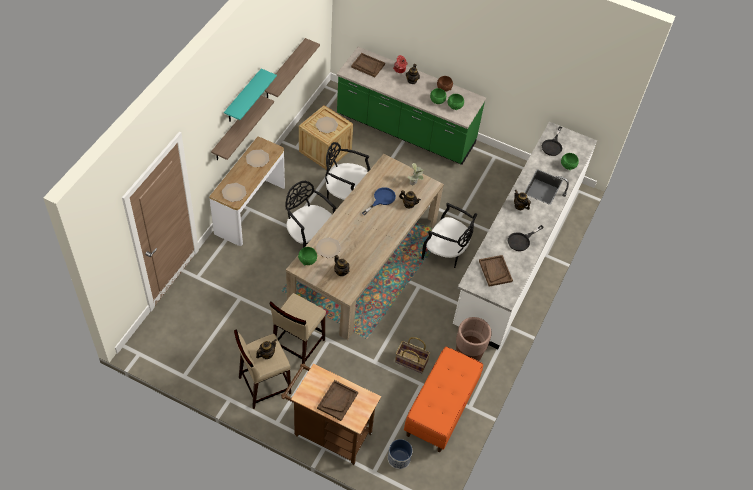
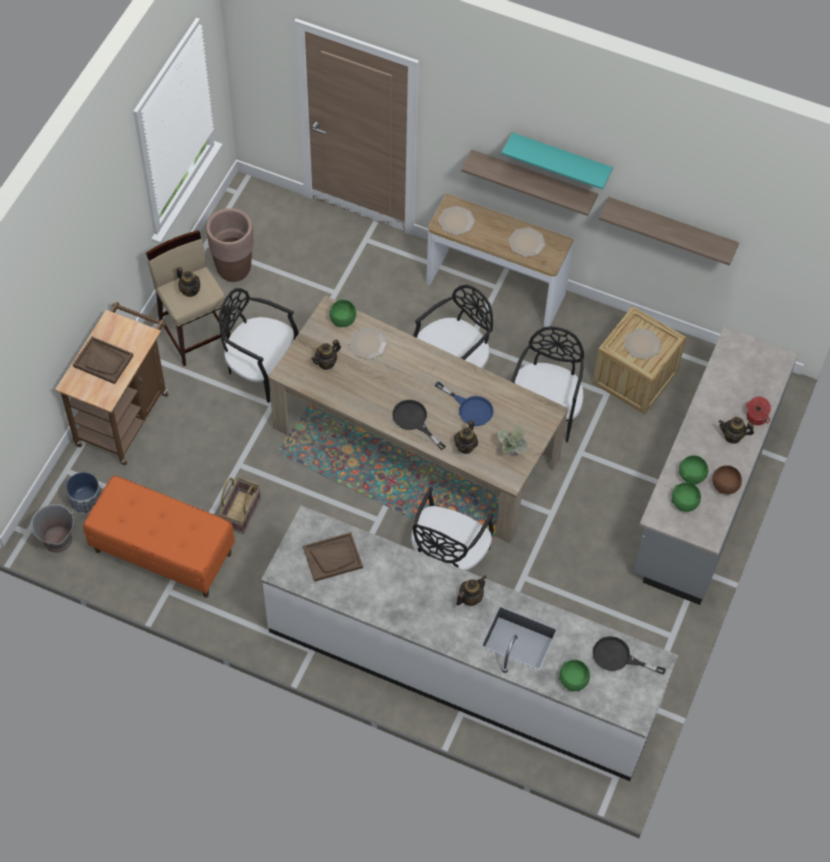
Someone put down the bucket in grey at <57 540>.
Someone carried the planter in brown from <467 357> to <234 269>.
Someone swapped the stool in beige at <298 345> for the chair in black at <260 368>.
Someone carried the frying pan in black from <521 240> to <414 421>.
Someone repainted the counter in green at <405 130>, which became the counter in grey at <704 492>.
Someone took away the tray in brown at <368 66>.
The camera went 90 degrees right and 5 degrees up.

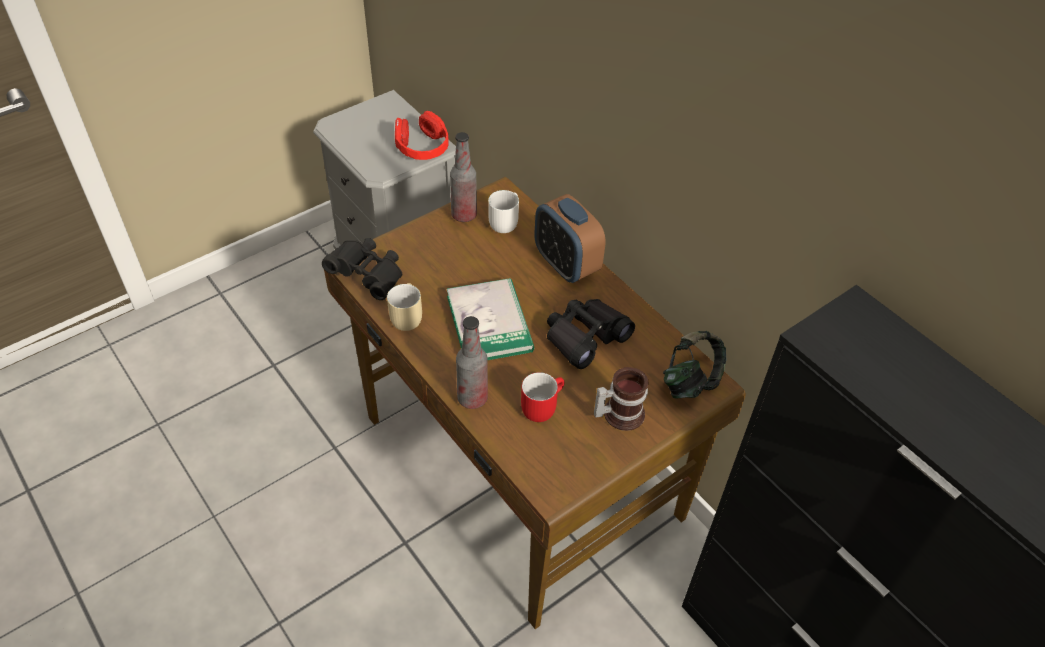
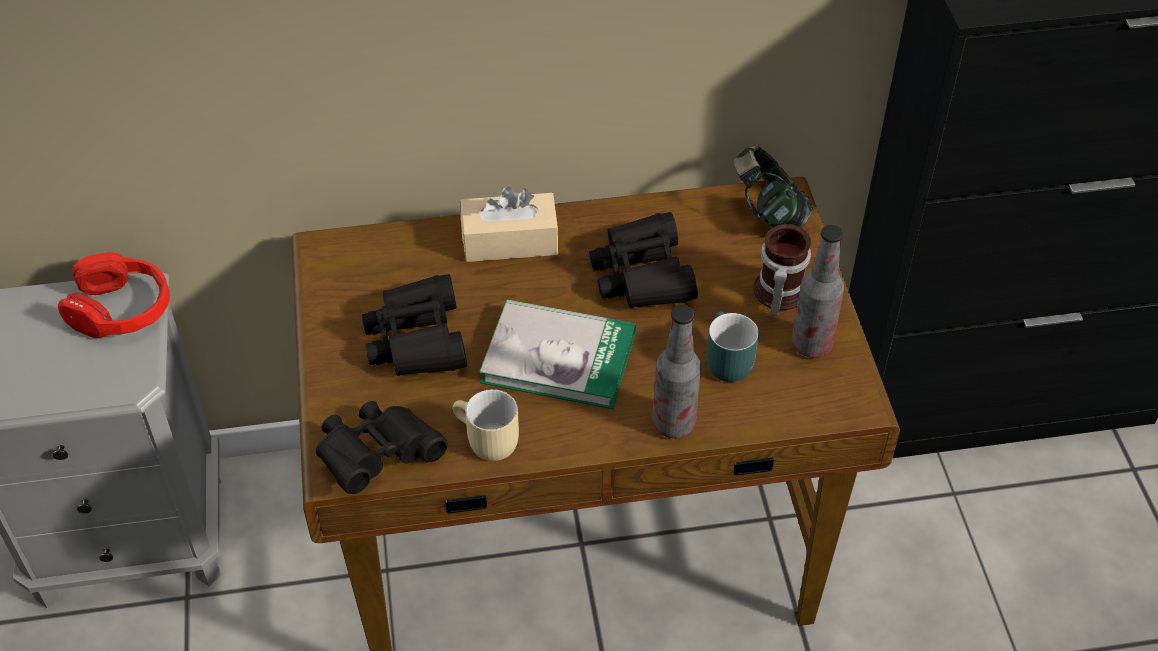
Someone put down the binoculars in black at <417 339>.
Someone swapped the alarm clock at <566 265> for the tissue box in beige at <510 241>.
Someone repainted the mug in red at <540 405>, which became the mug in turquoise at <723 361>.
Someone carried the bottle from <464 215> to <811 344>.
Someone took away the mug in white at <503 221>.
The camera went 60 degrees left and 0 degrees up.

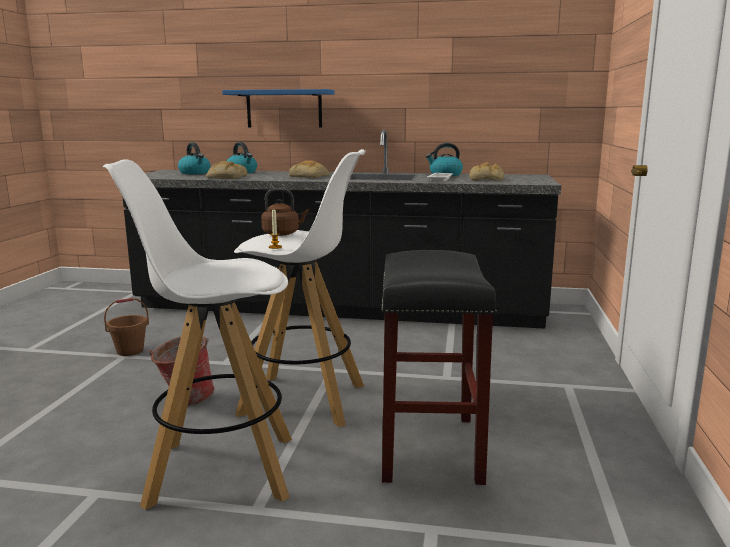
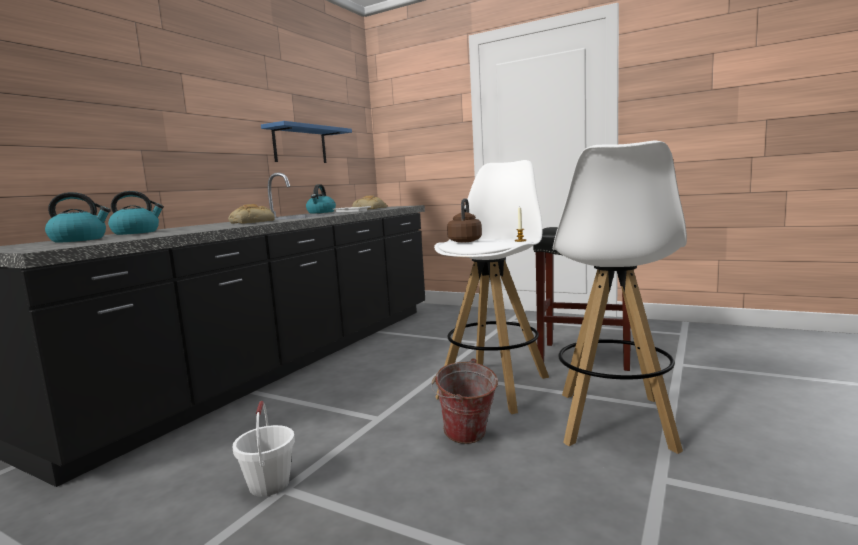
Someone repainted the bucket in brown at <130 351>, which became the bucket in white at <269 484>.
Someone carried the shelf in blue from <284 109> to <300 145>.
Someone took away the bread at <226 177>.
The camera went 70 degrees left and 5 degrees down.

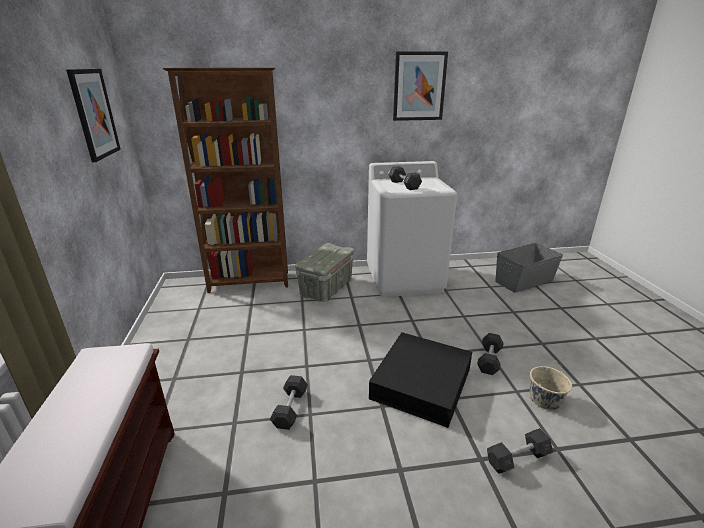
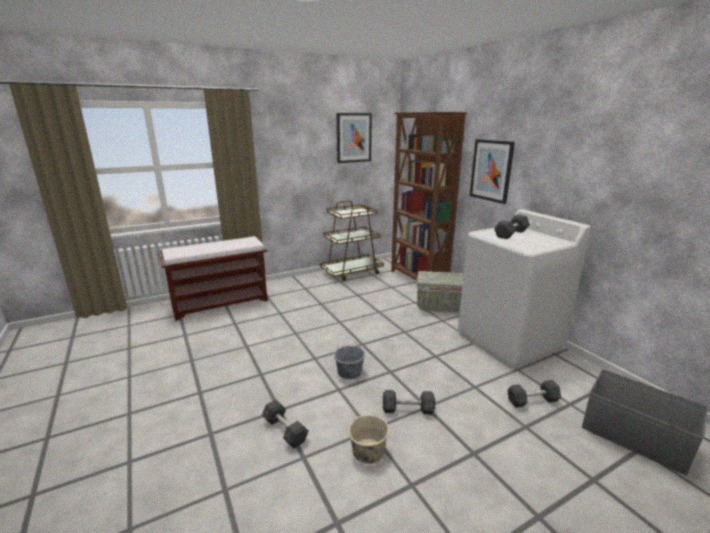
Someone put down the cart in brown at <352 272>.
Someone swapped the storage box in black at <421 383> for the bucket in grey at <349 372>.
Someone carried the picture from <419 86> to <491 170>.
Someone carried the dumbbell in grey from <290 409> to <532 401>.
The camera went 70 degrees right and 5 degrees down.

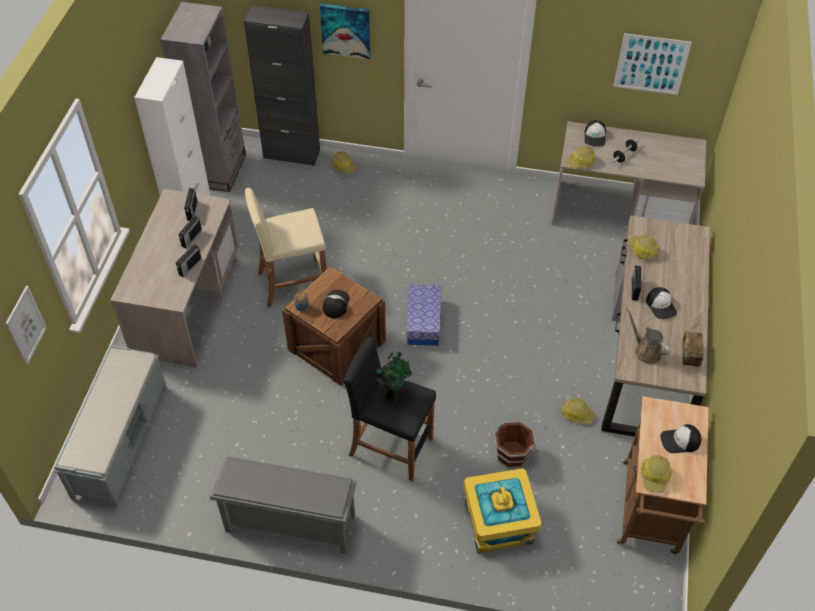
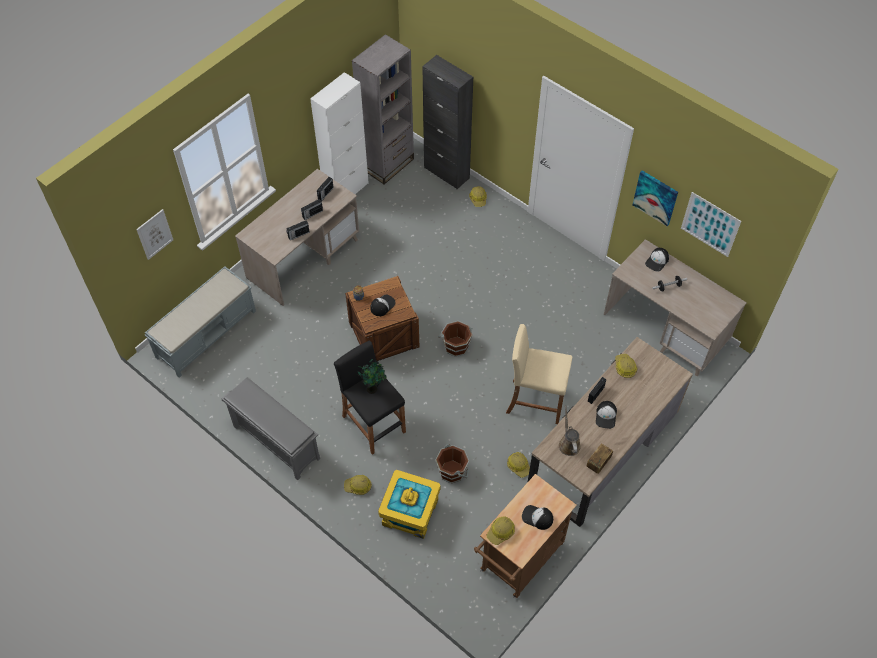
Someone carried the hard hat from <581 162> to <358 486>.
Someone swapped the storage box at <423 322> for the bucket in brown at <456 346>.
Someone carried the stool in beige from <292 283> to <535 401>.
Someone carried the picture from <346 30> to <655 197>.
The camera went 30 degrees right and 5 degrees up.

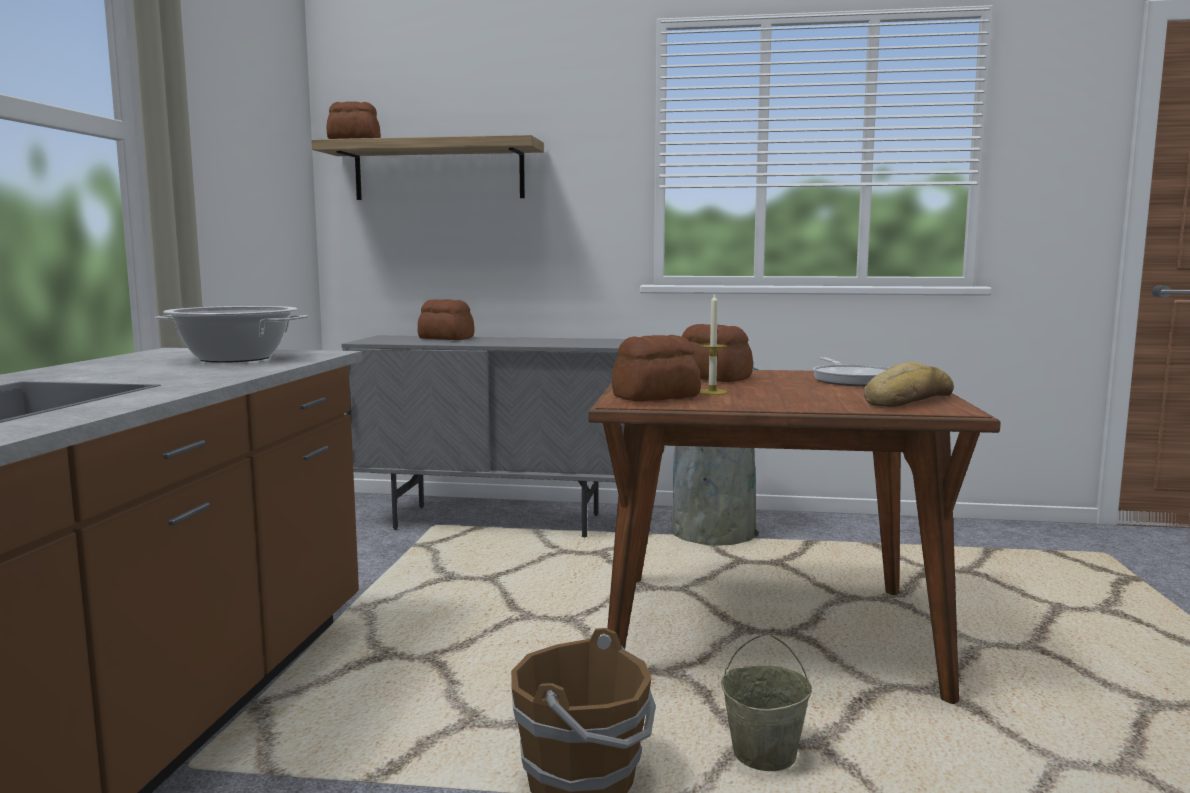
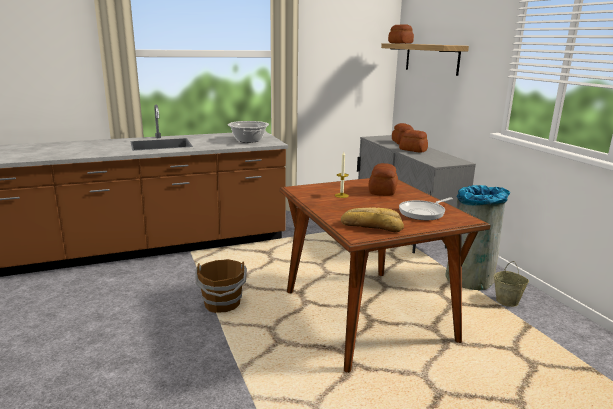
Someone carried the bread from <654 397> to <413 150>.
Someone carried the bucket in beige from <765 755> to <507 301>.
The camera went 60 degrees right and 10 degrees up.

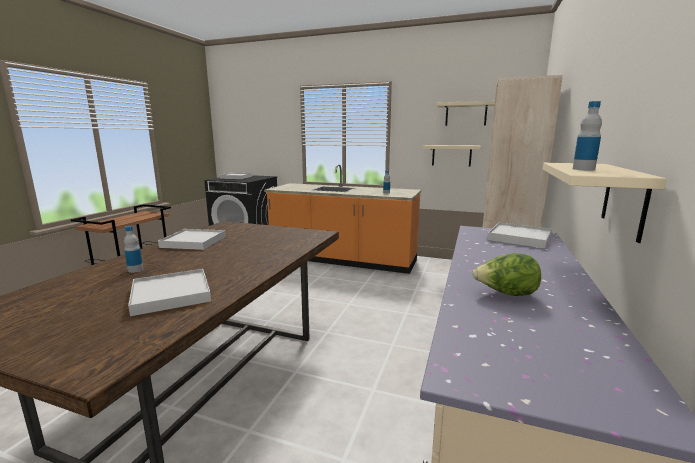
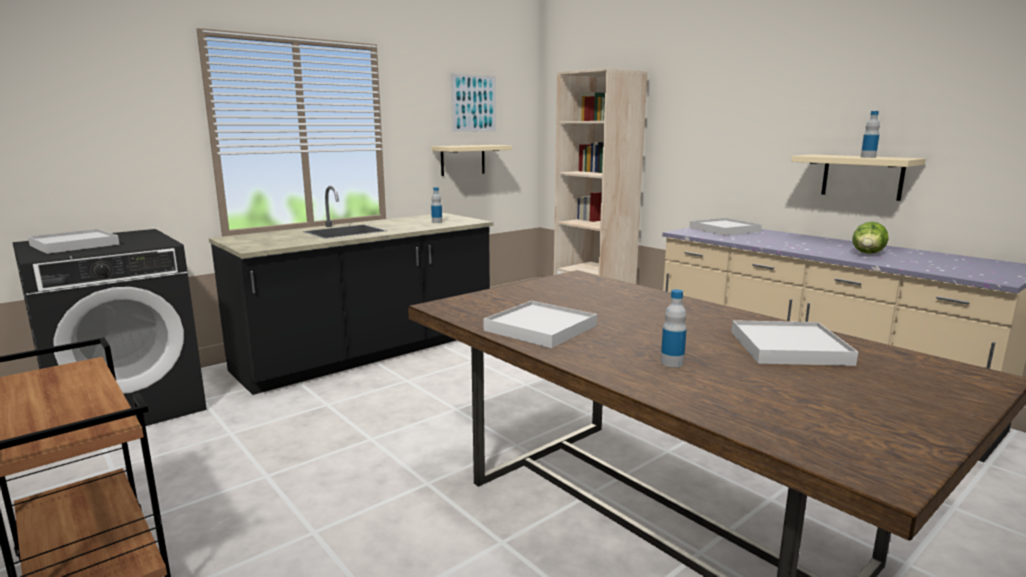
Someone repainted the counter in orange at <343 260>, which became the counter in black at <369 352>.
Someone swapped the shelf in beige at <466 114> for the picture at <474 103>.
The camera went 60 degrees left and 0 degrees up.

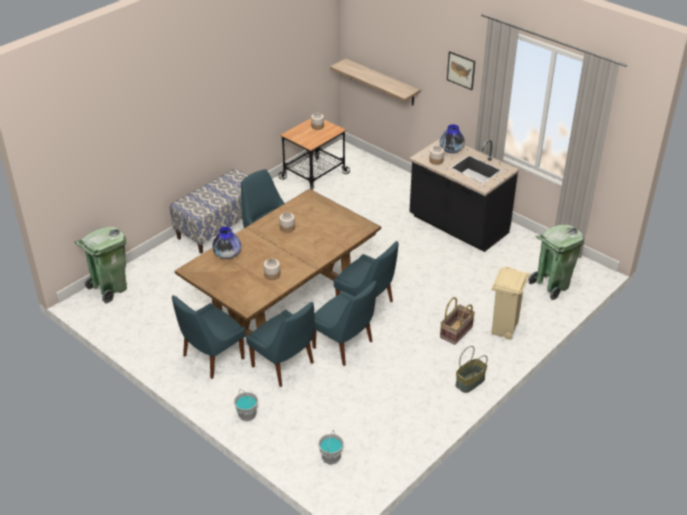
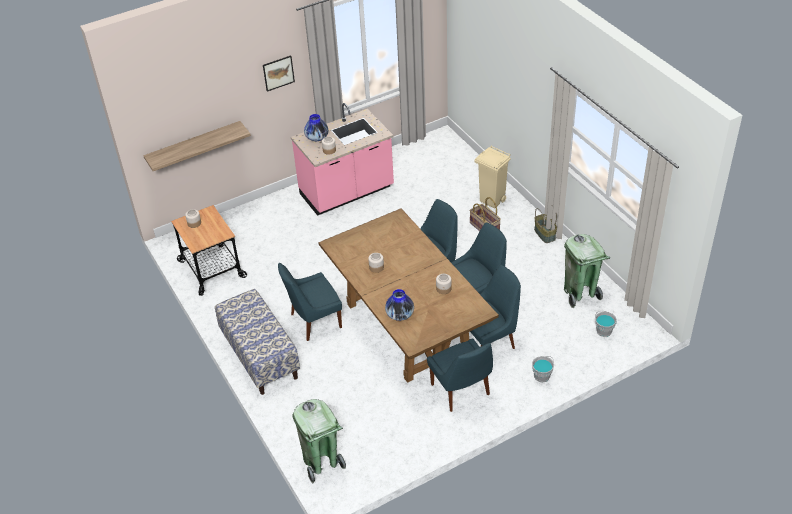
Someone repainted the counter in black at <458 226>, which became the counter in pink at <347 192>.
Someone carried the trash can in green from <551 285> to <580 293>.
The camera went 70 degrees left and 5 degrees up.

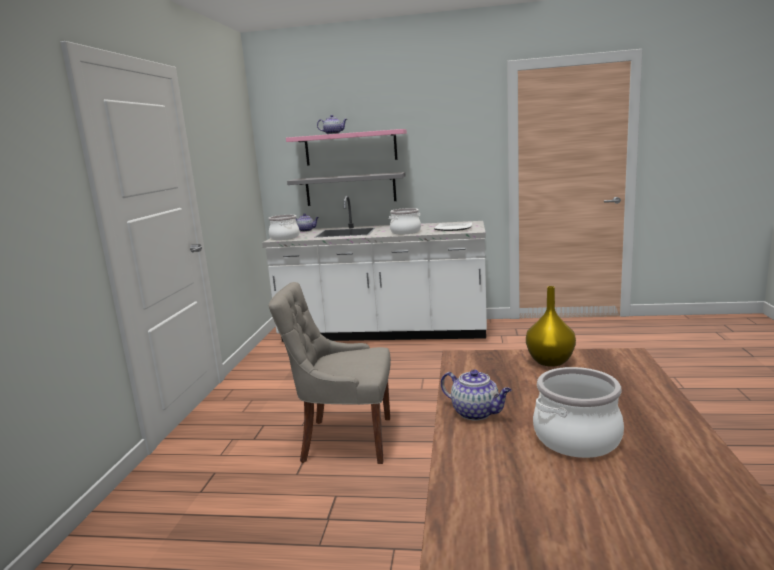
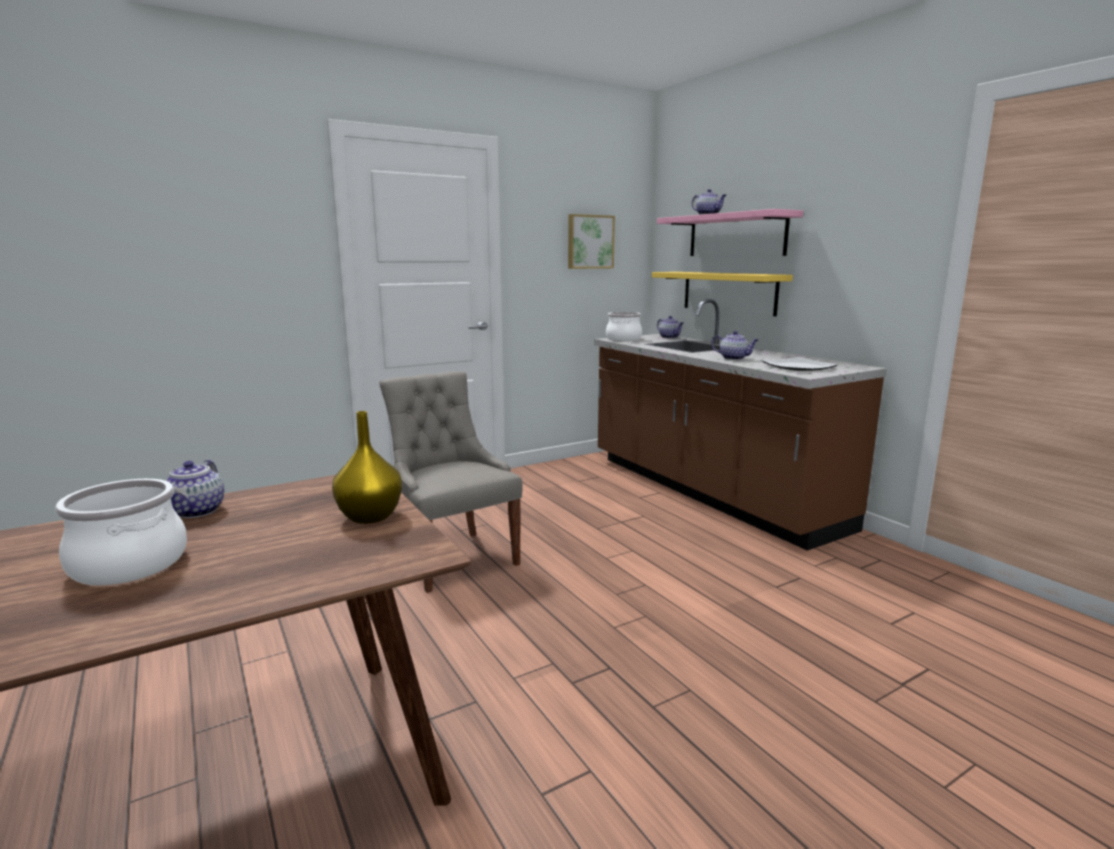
Someone put up the picture at <589 242>.
Someone repainted the counter in white at <383 333>, which became the counter in brown at <708 492>.
Someone repainted the shelf in grey at <350 189>, which became the shelf in yellow at <728 292>.
Someone swapped the cooking pot at <405 232> for the teapot at <734 358>.
The camera went 50 degrees right and 0 degrees up.

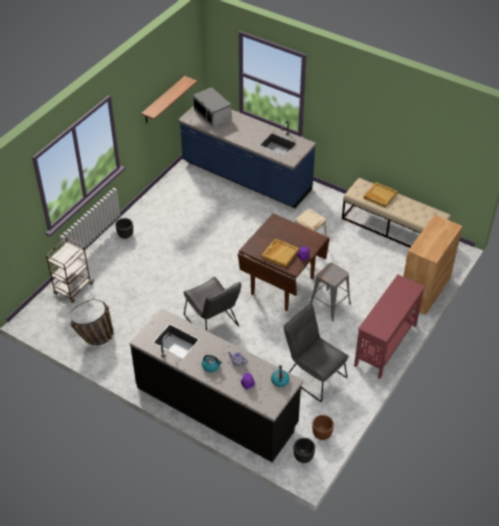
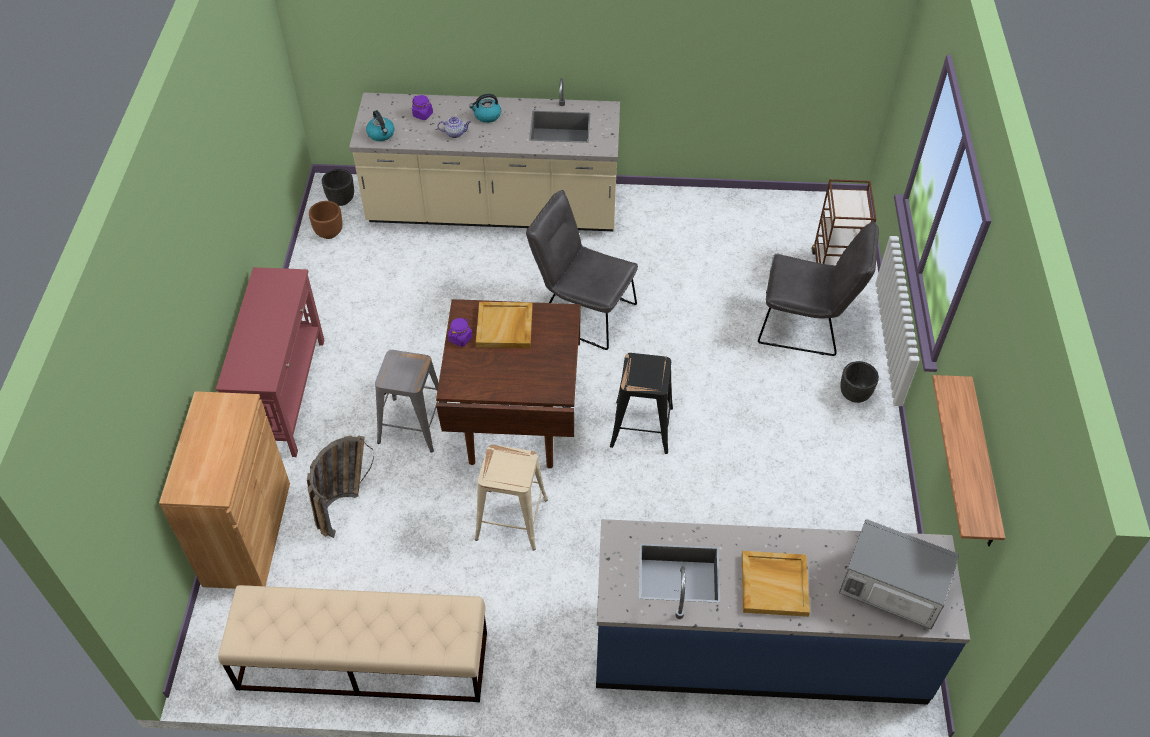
Someone carried the basket from <95 341> to <344 504>.
Someone repainted the counter in black at <216 406>, which became the counter in beige at <493 210>.
Someone put down the stool in black at <642 427>.
Someone carried the tray in beige from <380 196> to <775 584>.
Someone carried the chair in grey from <313 375> to <807 326>.
The camera went 150 degrees right and 5 degrees up.

